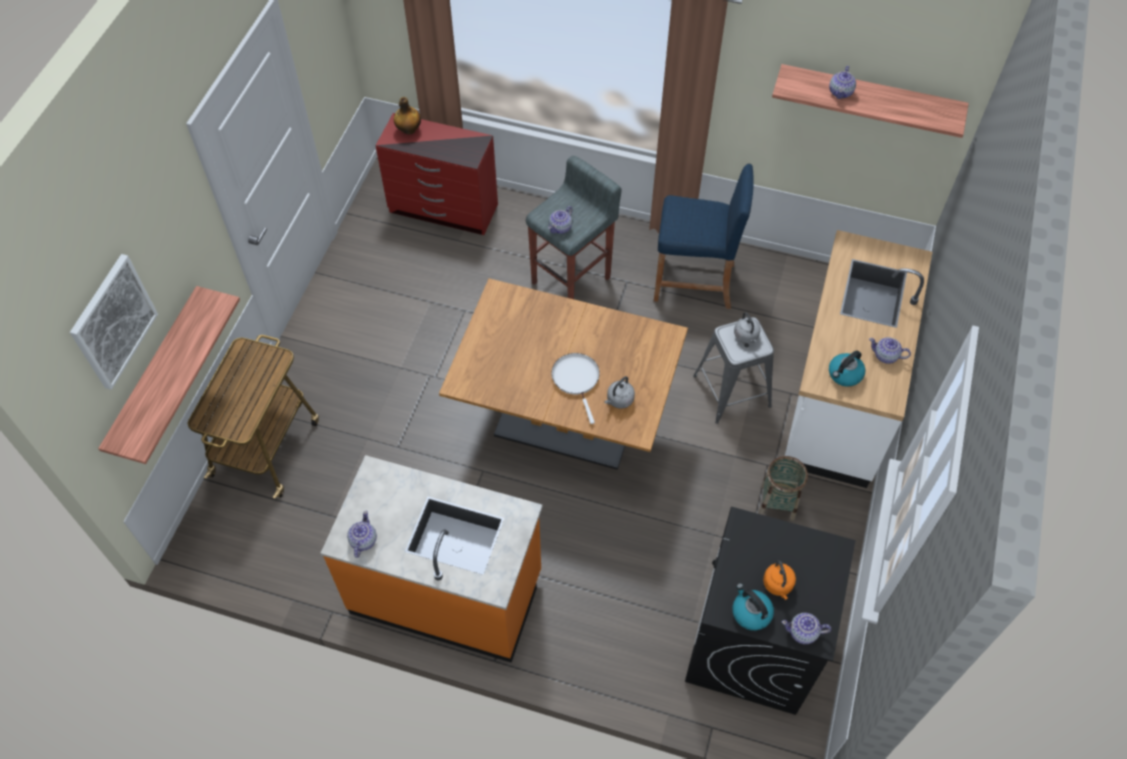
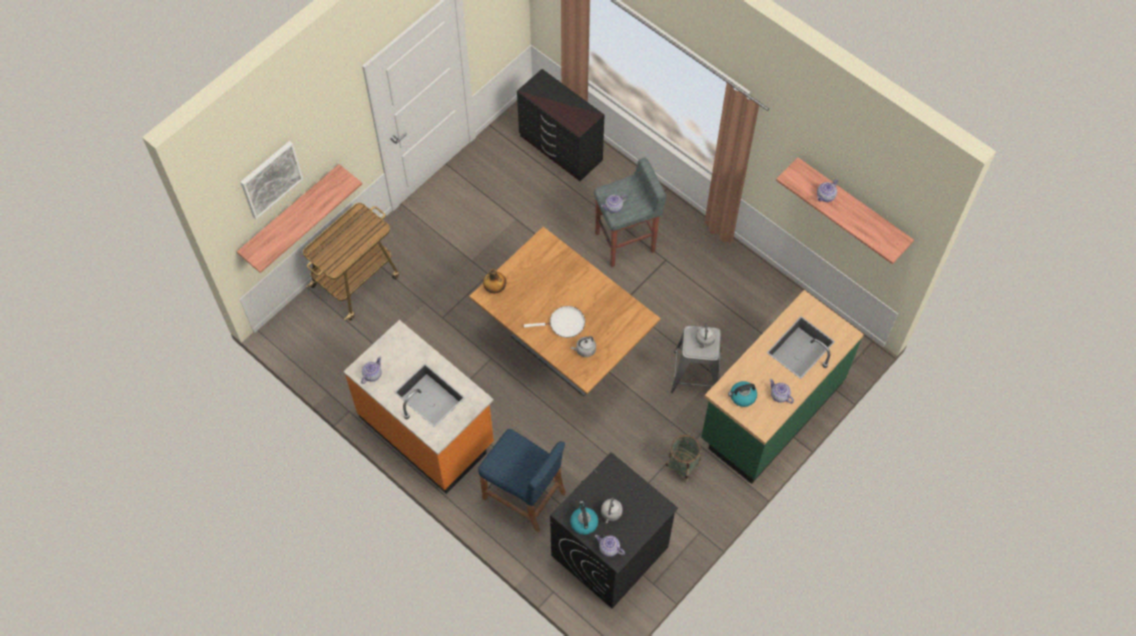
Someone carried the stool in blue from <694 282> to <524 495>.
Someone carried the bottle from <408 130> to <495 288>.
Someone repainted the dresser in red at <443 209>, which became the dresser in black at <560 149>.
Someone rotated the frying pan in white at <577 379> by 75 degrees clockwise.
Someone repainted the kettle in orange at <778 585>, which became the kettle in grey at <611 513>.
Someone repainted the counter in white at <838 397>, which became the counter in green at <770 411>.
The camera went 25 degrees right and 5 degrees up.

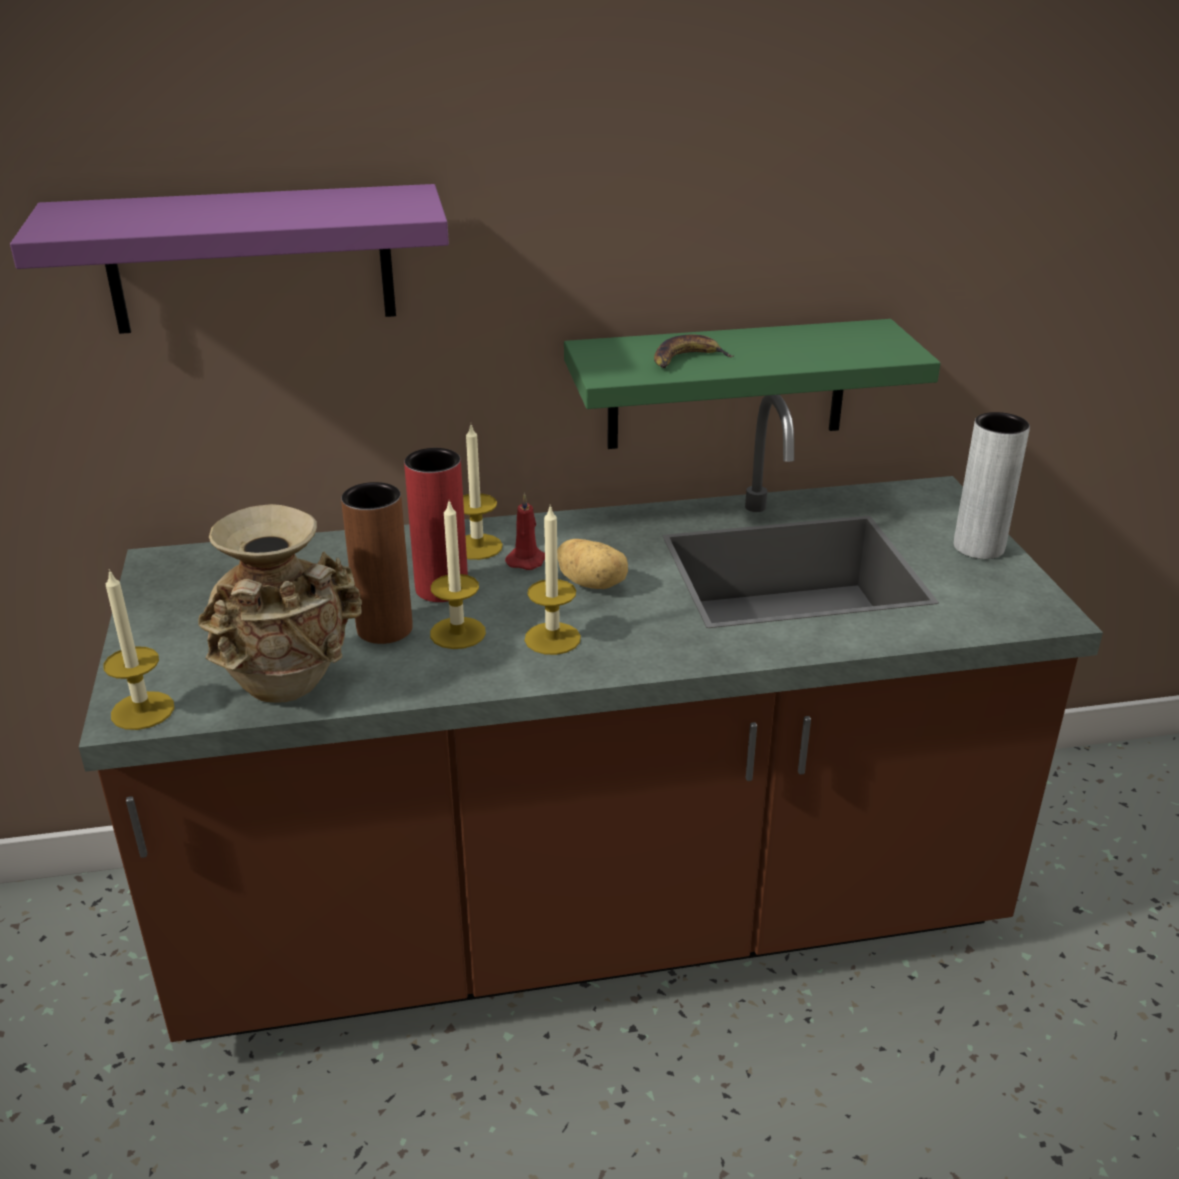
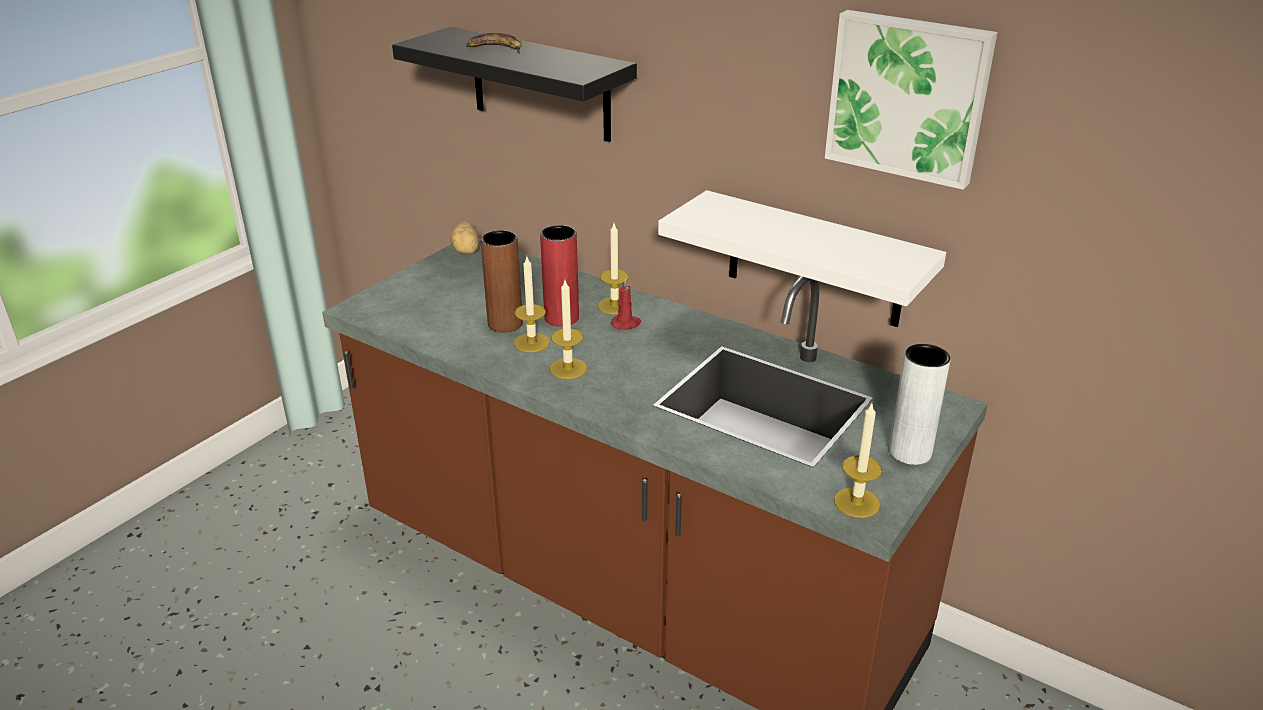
Someone repainted the shelf in purple at <251 259>, which became the shelf in black at <540 84>.
Someone carried the potato from <593 583> to <466 250>.
Someone carried the banana from <687 359> to <495 49>.
Someone repainted the shelf in green at <727 384>, which became the shelf in white at <814 260>.
Someone put up the picture at <908 97>.
Someone carried the candle from <142 710> to <856 502>.
Someone took away the vase in beige at <289 686>.
The camera went 45 degrees right and 0 degrees up.

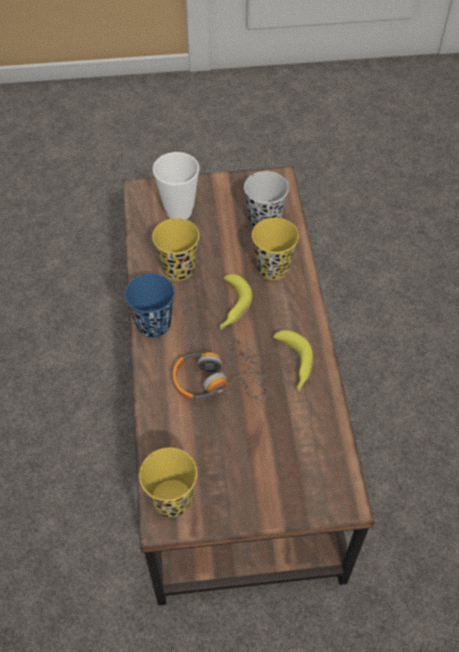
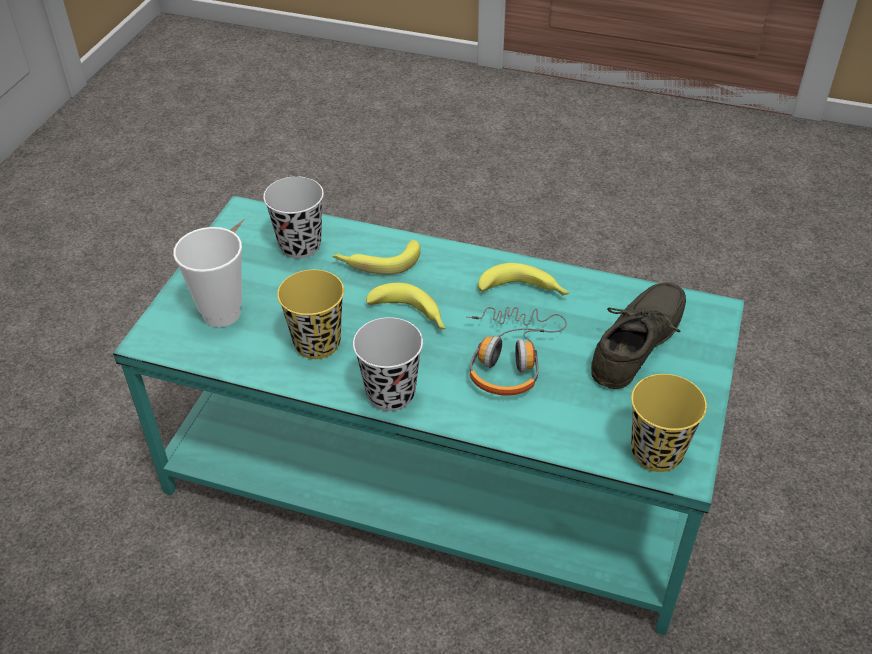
Someone repainted the coffee table in brown at <227 409>, which became the coffee table in turquoise at <434 469>.
Someone swapped the cup in yellow at <273 268> for the banana at <377 262>.
Someone repainted the cup in blue at <153 324>, which became the cup in black at <390 393>.
Someone put down the shoe in grey at <642 345>.
The camera went 65 degrees left and 10 degrees down.

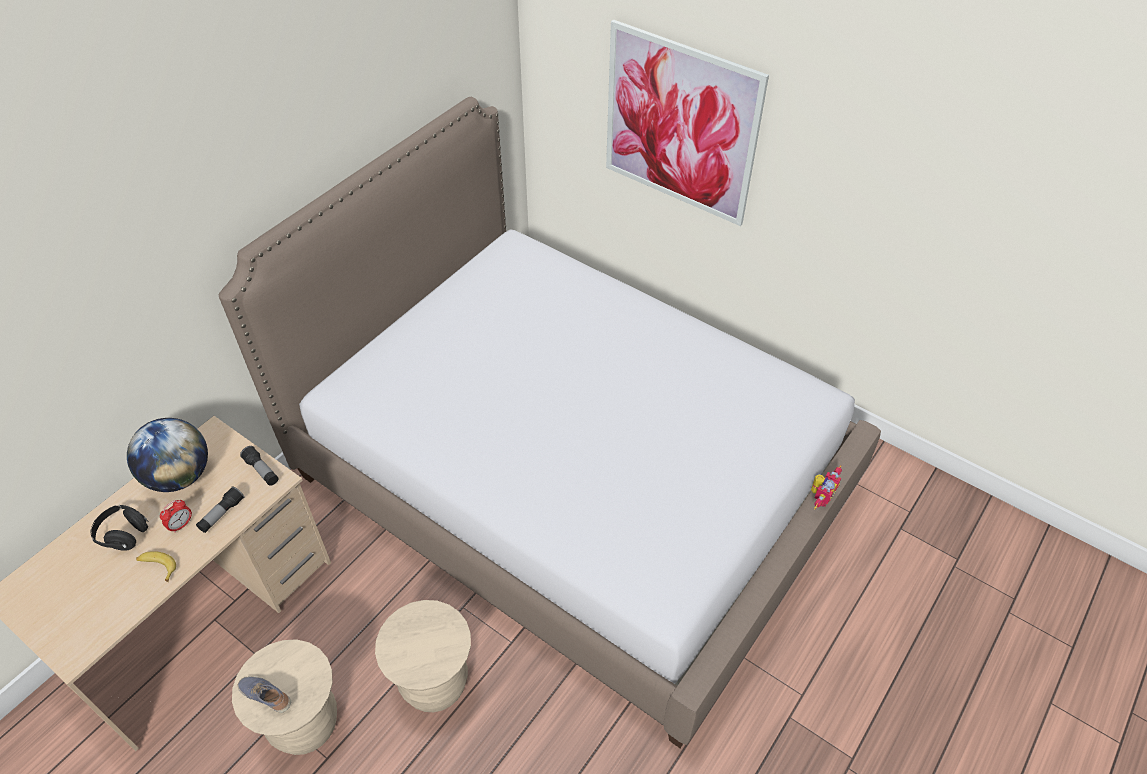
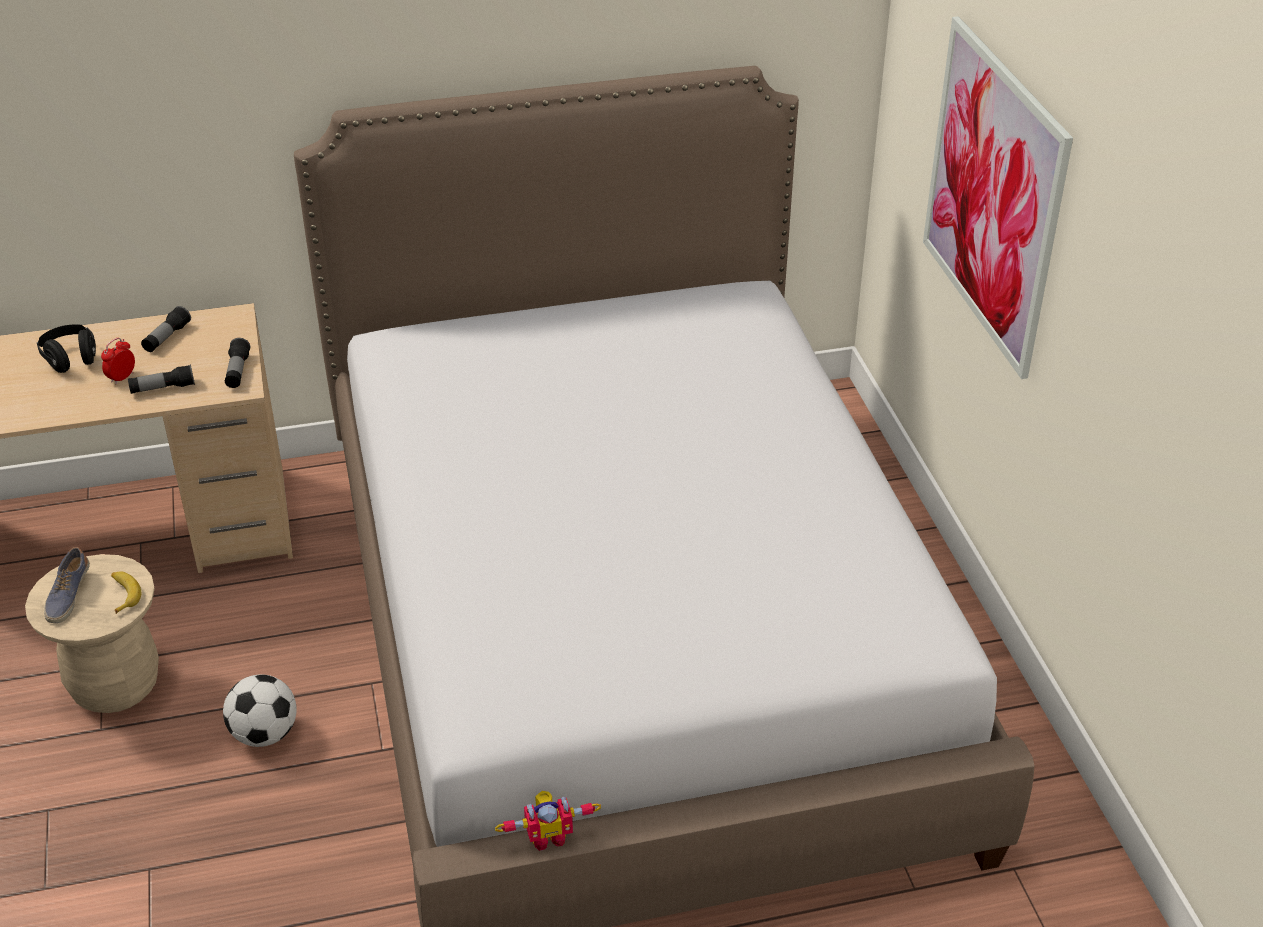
Someone rotated the shoe at <267 696> by 150 degrees counterclockwise.
Someone rotated the alarm clock at <181 525> by 135 degrees clockwise.
Someone carried the banana from <157 567> to <123 594>.
Someone swapped the globe at <180 476> for the flashlight at <167 338>.
Someone swapped the stool in beige at <434 683> for the football at <265 734>.
Someone carried the toy robot from <820 497> to <548 836>.
The camera went 40 degrees right and 10 degrees down.

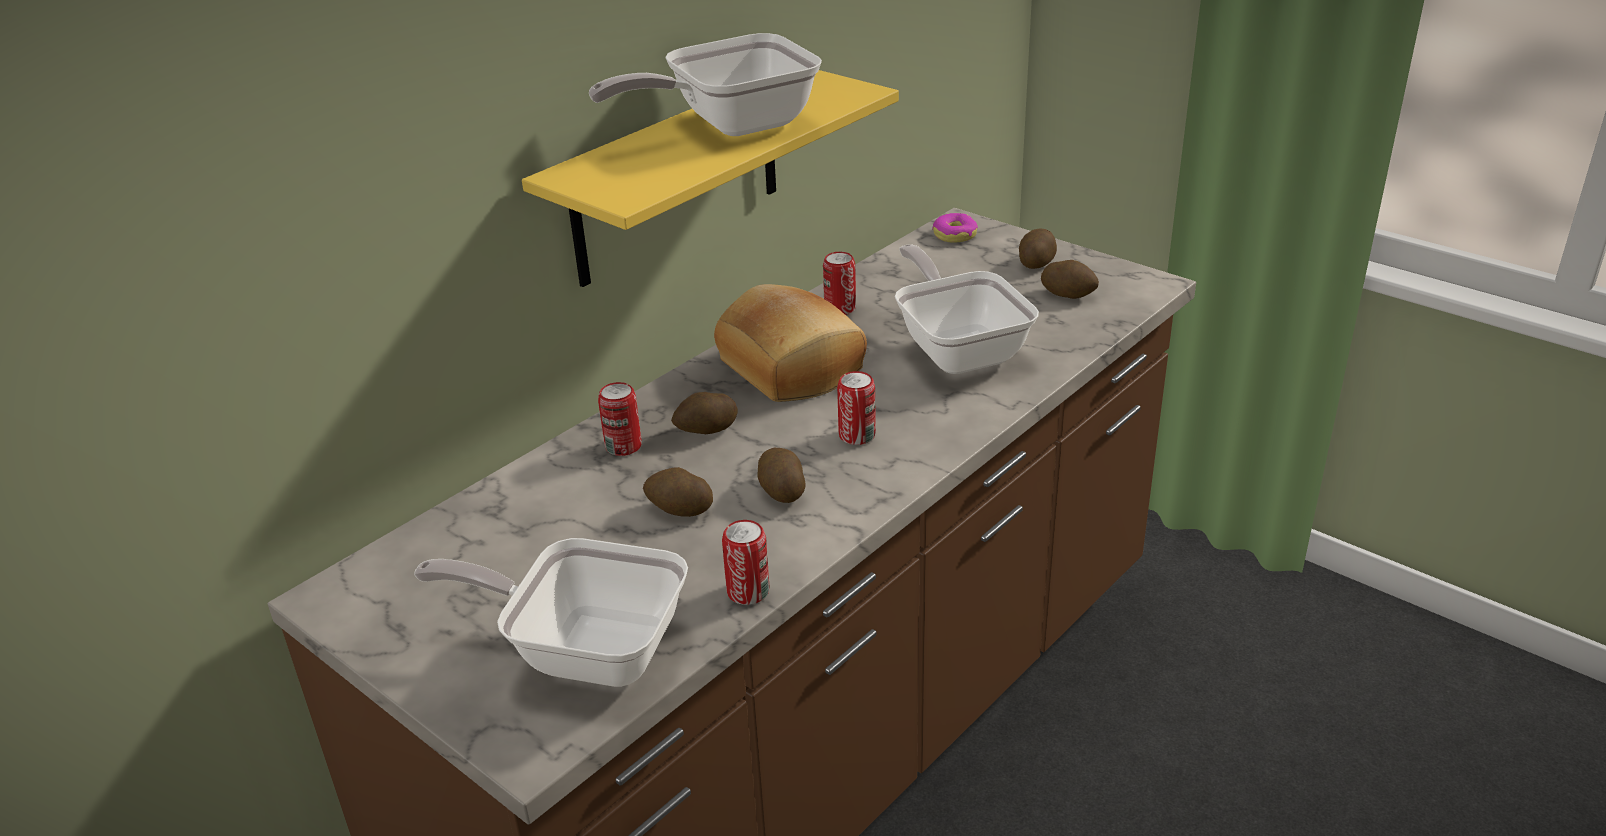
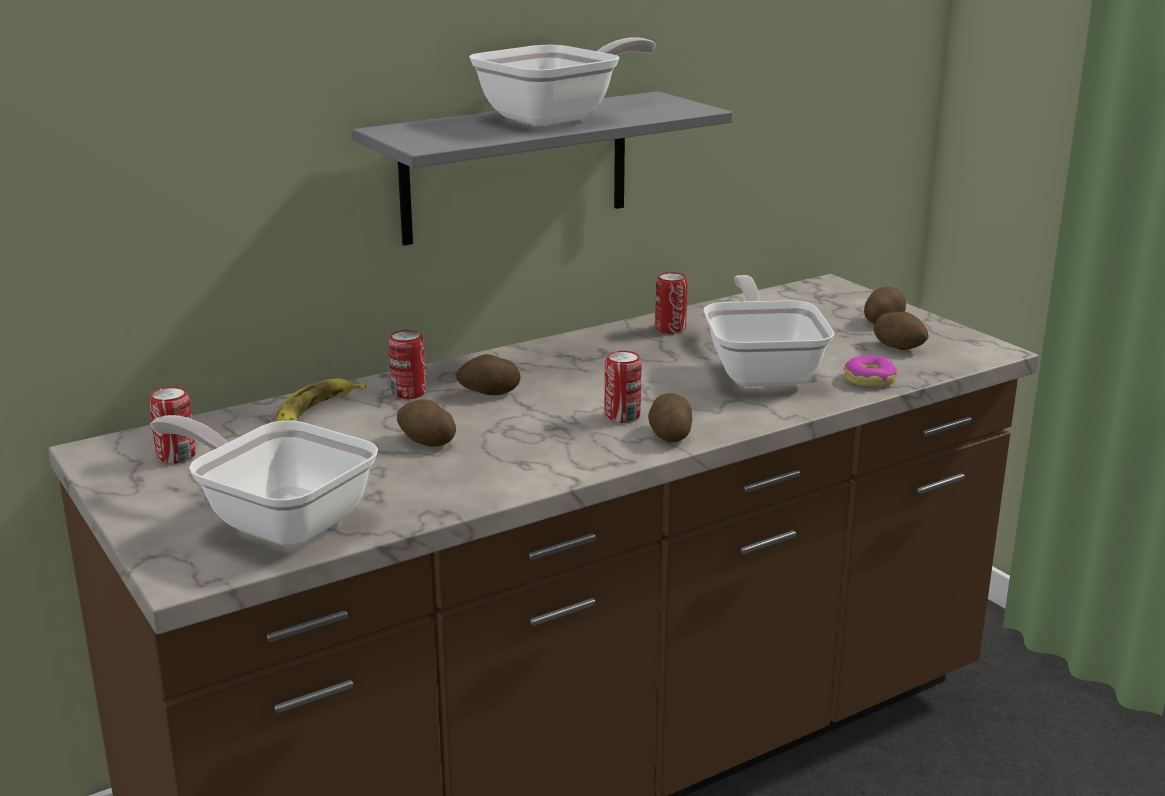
Someone carried the can from <748 592> to <176 456>.
Someone put down the banana at <316 412>.
Someone repainted the shelf in yellow at <677 177>, which became the shelf in grey at <515 167>.
Someone rotated the frying pan at <730 126> by 150 degrees clockwise.
Someone carried the potato from <781 491> to <669 435>.
Someone carried the donut from <954 235> to <869 380>.
Someone took away the bread at <794 366>.
The camera went 15 degrees right and 10 degrees down.

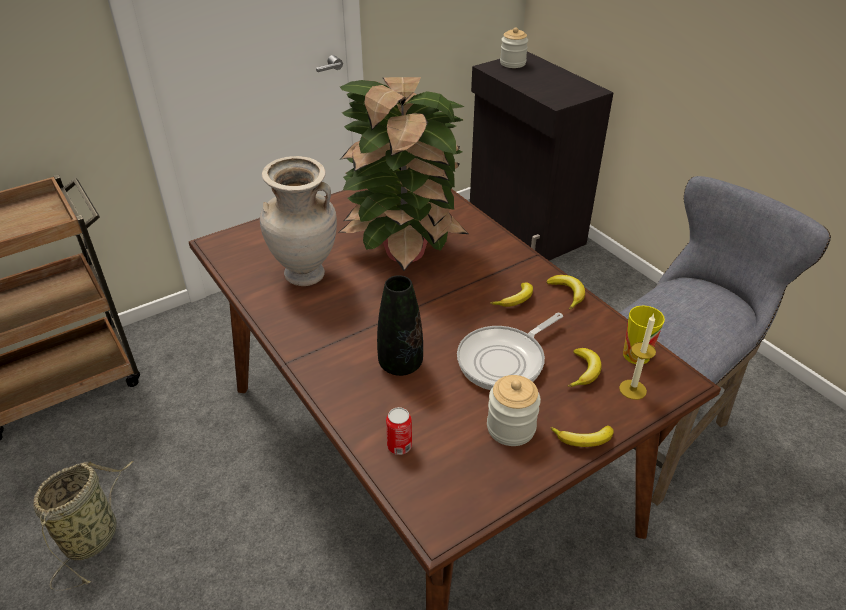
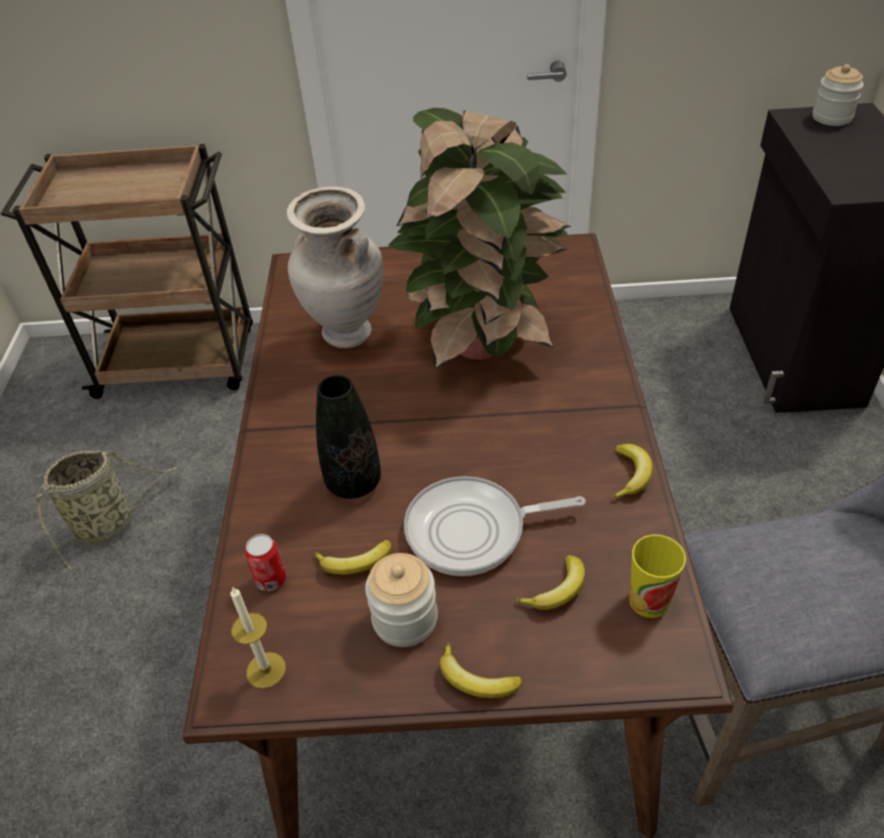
Someone carried the candle from <632 389> to <266 670>.
Someone carried the banana from <515 300> to <355 563>.
The camera went 35 degrees right and 5 degrees up.

